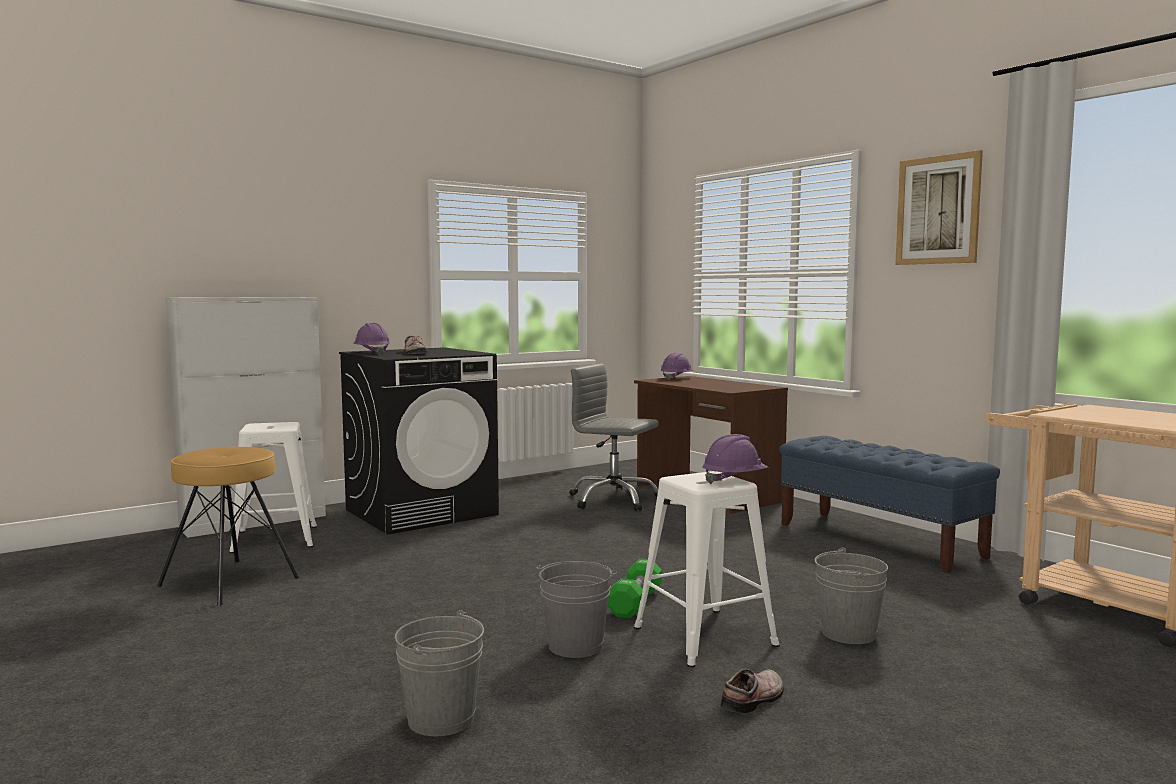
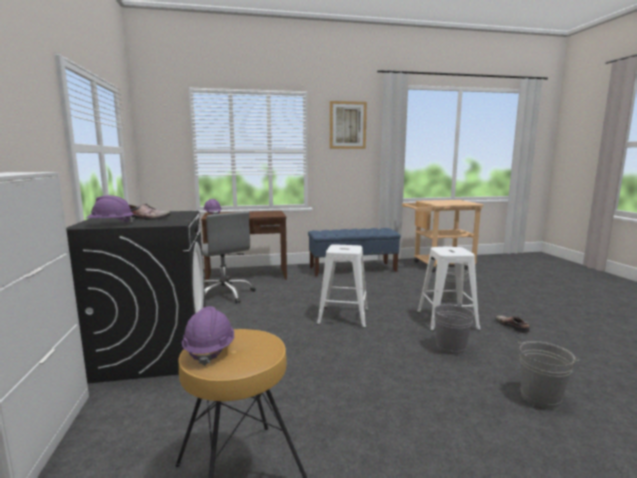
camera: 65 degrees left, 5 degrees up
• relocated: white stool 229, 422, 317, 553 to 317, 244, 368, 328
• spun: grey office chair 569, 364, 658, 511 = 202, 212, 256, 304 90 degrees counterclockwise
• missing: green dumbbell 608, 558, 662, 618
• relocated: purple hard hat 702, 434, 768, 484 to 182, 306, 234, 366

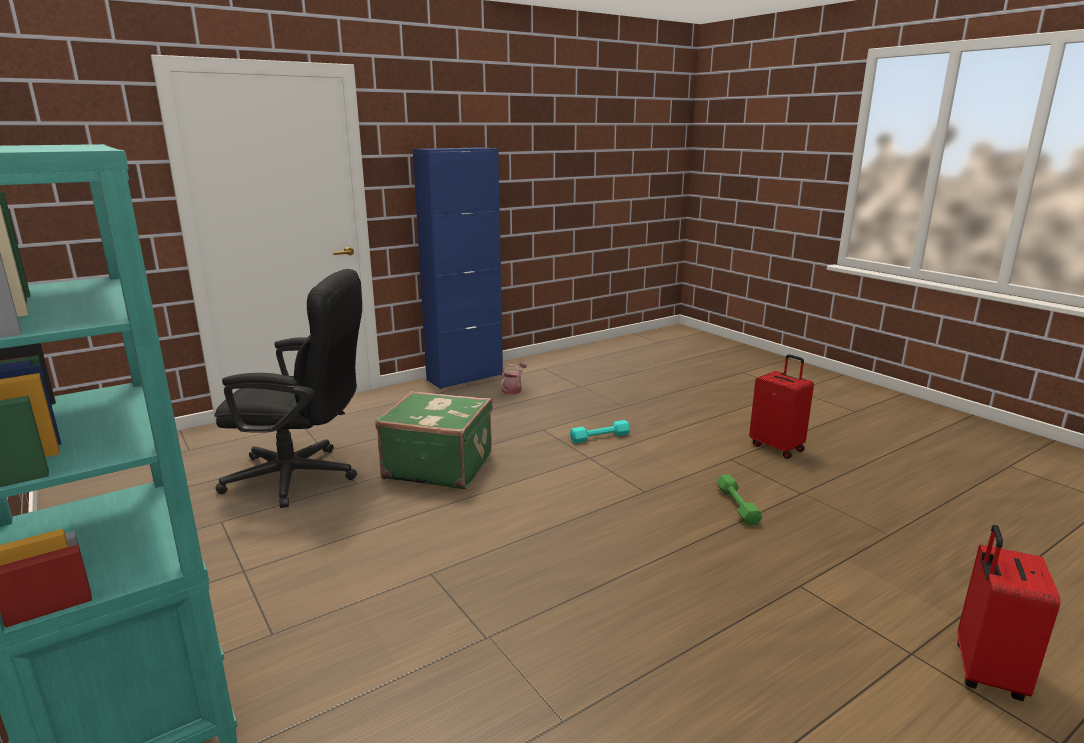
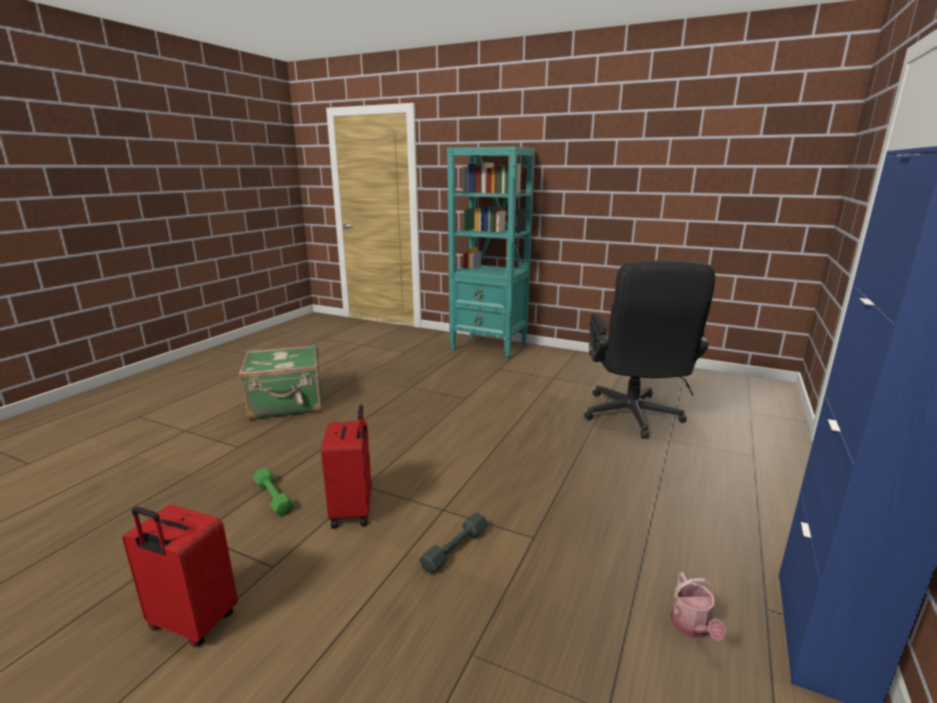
camera: 150 degrees right, 0 degrees up
• spun: black office chair 214, 269, 362, 508 = 584, 260, 715, 439 60 degrees counterclockwise
• relocated: green suitcase 376, 391, 493, 489 to 239, 344, 322, 420
• colour: turquoise dumbbell 570, 420, 630, 443 to grey dumbbell 419, 512, 488, 574
• relocated: red suitcase 957, 525, 1061, 701 to 321, 405, 372, 528

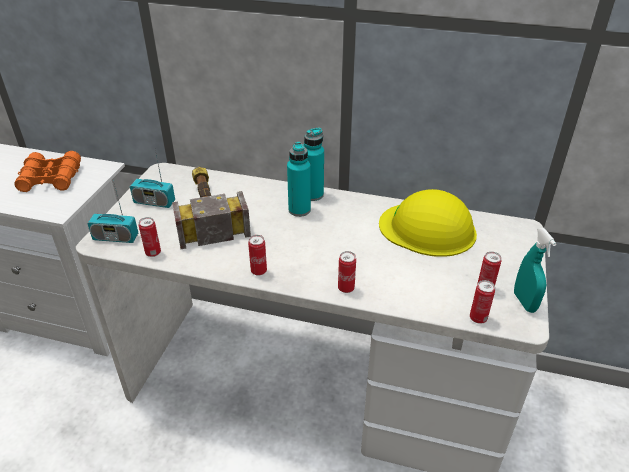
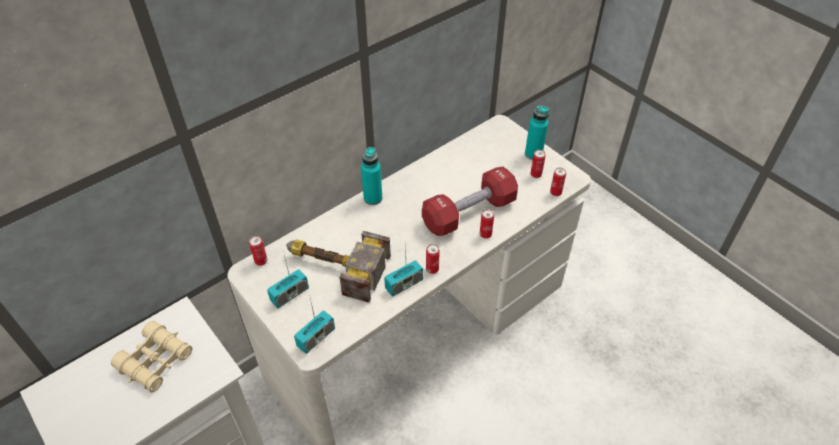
camera: 55 degrees left, 10 degrees up
• colour: orange binoculars 14, 151, 81, 192 to beige binoculars 111, 321, 193, 392
• relocated: can 139, 217, 161, 257 to 249, 236, 267, 266
• relocated: turquoise bottle 287, 142, 311, 217 to 525, 106, 549, 160
• missing: yellow hard hat 379, 189, 477, 257
• missing: turquoise spray bottle 514, 228, 557, 313
• appeared: radio 384, 241, 423, 297
• appeared: red dumbbell 422, 166, 518, 236

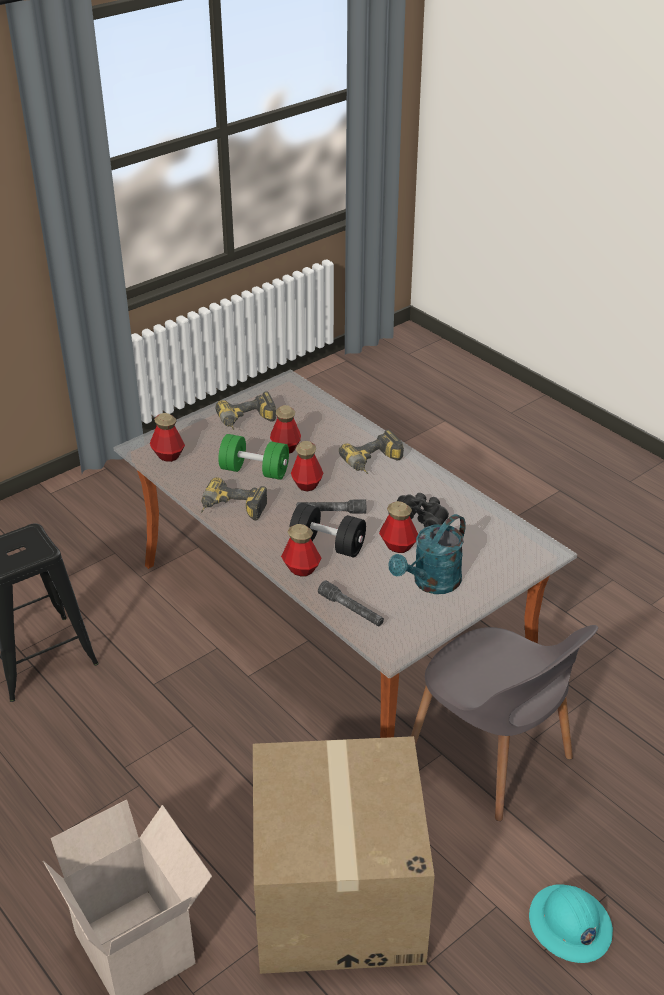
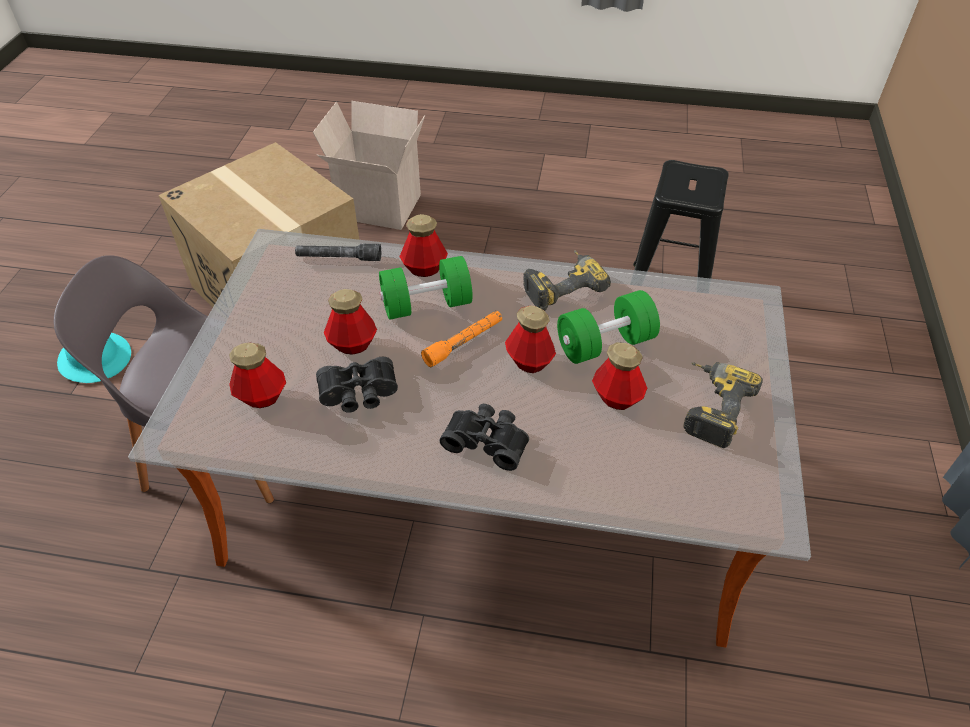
camera: 140 degrees right, 10 degrees up
• relocated: bottle 150, 413, 185, 462 to 229, 343, 286, 408
• colour: black dumbbell 289, 503, 366, 557 to green dumbbell 379, 256, 473, 320
• colour: grey flashlight 296, 499, 366, 514 to orange flashlight 421, 311, 502, 367
• exchanged: power drill 339, 430, 404, 474 to black binoculars 440, 404, 529, 471
• missing: turquoise watering can 389, 514, 466, 594

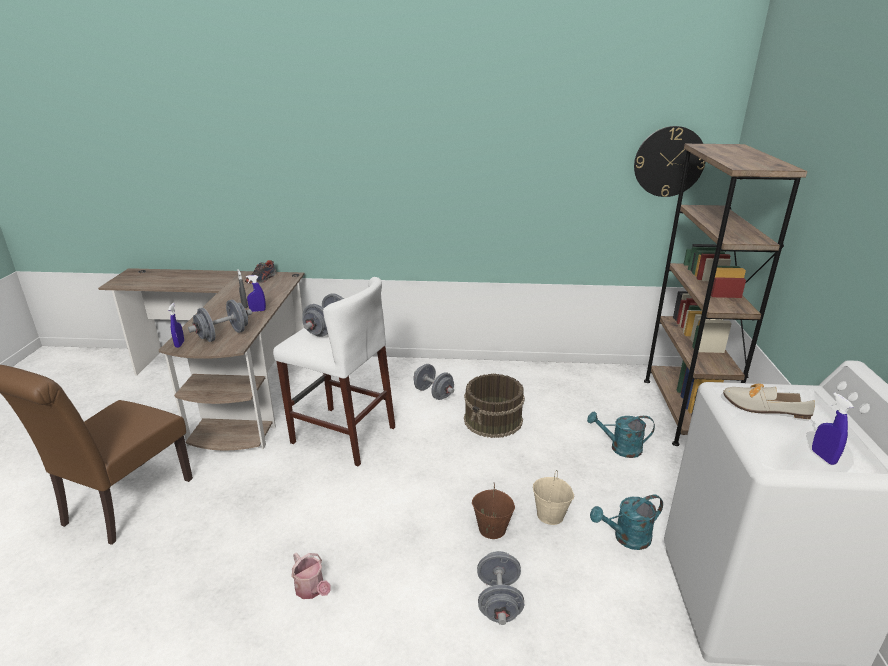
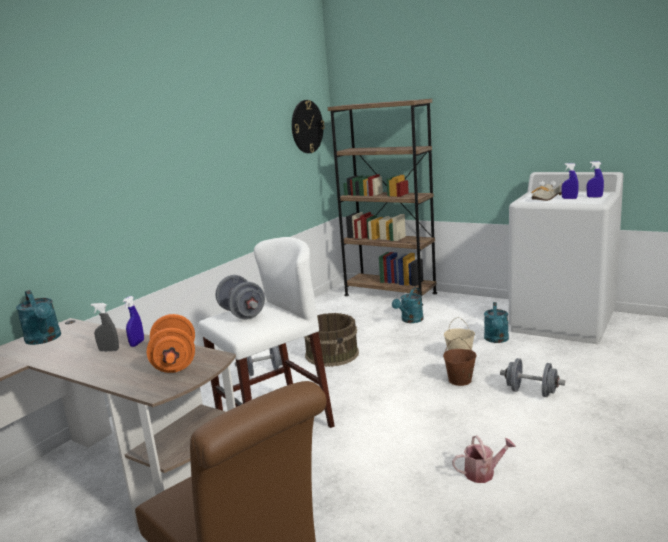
camera: 60 degrees left, 10 degrees down
• relocated: blue spray bottle 168, 303, 184, 348 to 561, 163, 578, 199
• colour: grey dumbbell 188, 300, 252, 342 to orange dumbbell 147, 314, 195, 373
• exchanged: shoe 245, 260, 277, 284 to turquoise watering can 16, 290, 61, 345

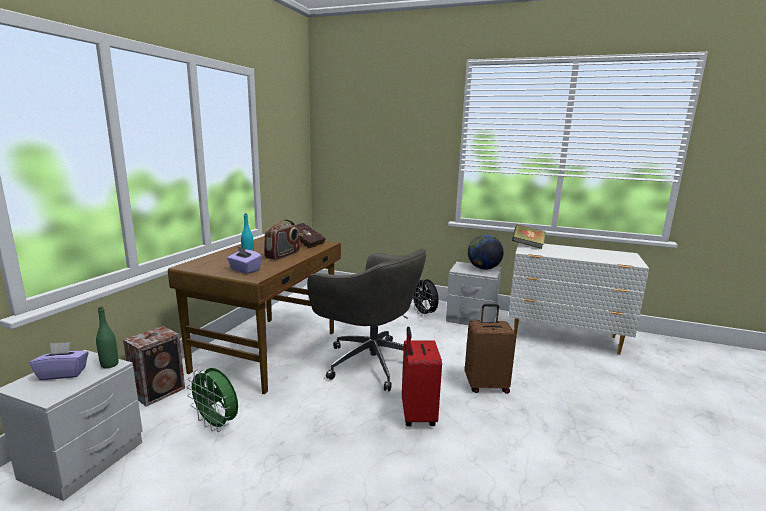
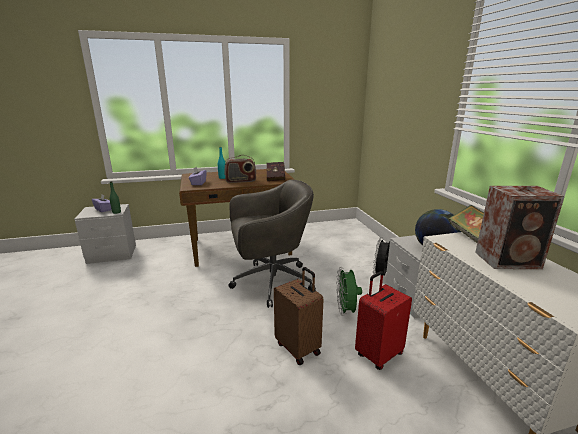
camera: 55 degrees right, 5 degrees up
• relocated: speaker 123, 326, 185, 407 to 475, 186, 565, 269
• relocated: green fan 187, 368, 238, 432 to 336, 267, 362, 316
• spun: grey office chair 307, 248, 426, 391 = 228, 180, 316, 308 105 degrees counterclockwise
• relocated: red suitcase 402, 326, 442, 426 to 355, 271, 412, 370

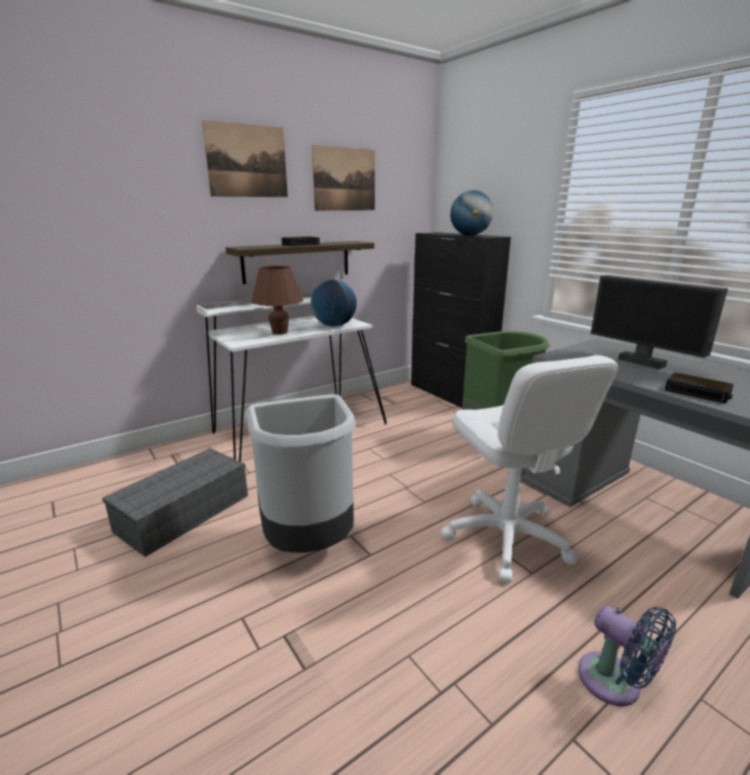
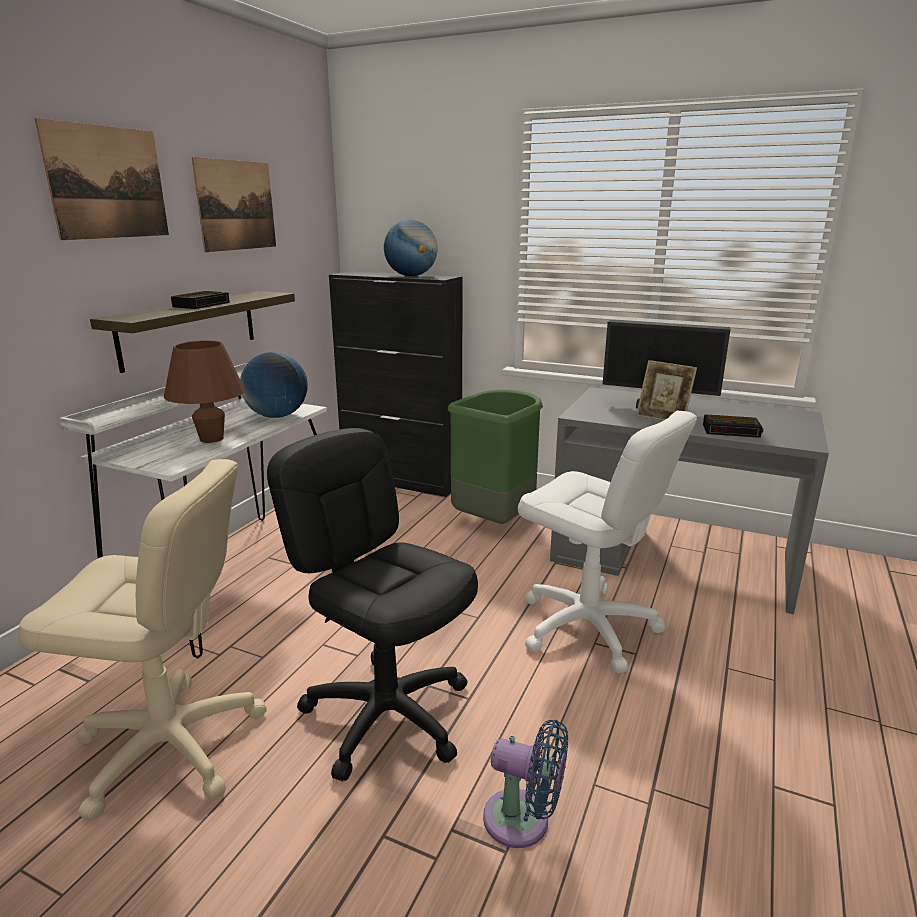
camera: 30 degrees left, 0 degrees up
• exchanged: grey storage box 102, 448, 248, 557 to beige office chair 18, 459, 267, 821
• exchanged: grey trash can 246, 394, 356, 553 to black office chair 267, 428, 478, 781
• relocated: blue fan 578, 606, 676, 706 to 483, 720, 568, 848
• appeared: picture frame 636, 360, 697, 421

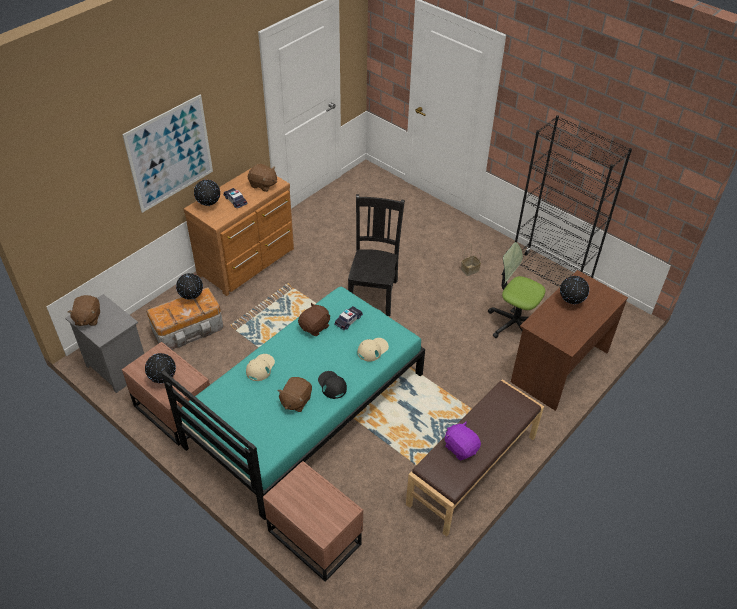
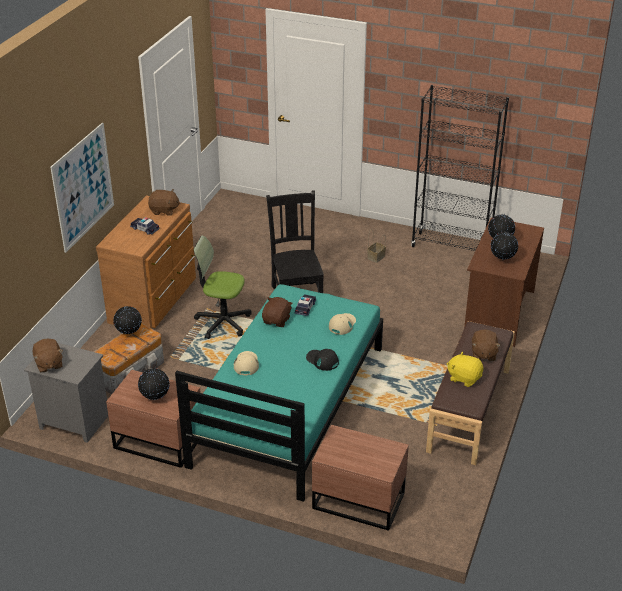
camera: 20 degrees left, 10 degrees down
• relocated: globe 194, 179, 220, 206 to 491, 231, 518, 261
• relocated: brown plush toy 277, 377, 312, 412 to 472, 329, 501, 361
• colour: purple plush toy 445, 421, 481, 460 to yellow plush toy 447, 351, 483, 387
• relocated: office chair 488, 242, 545, 338 to 194, 236, 251, 339

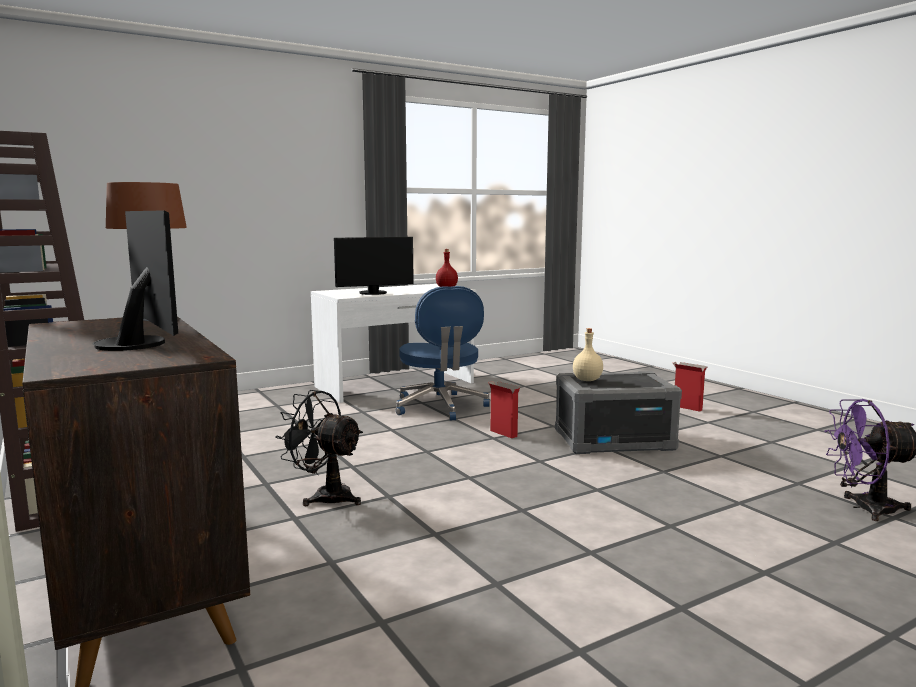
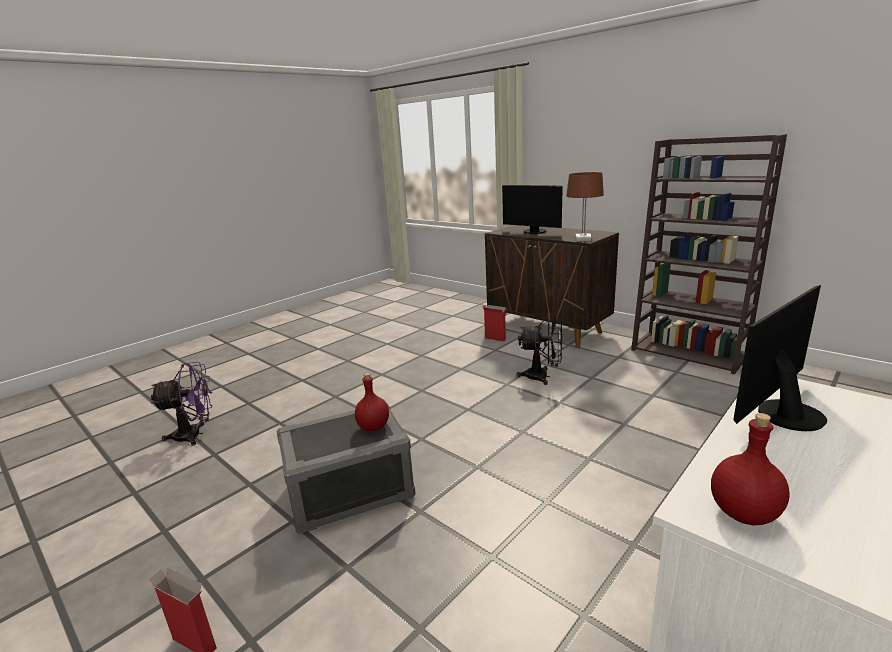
camera: 165 degrees right, 10 degrees up
• missing: blue office chair 396, 286, 490, 420
• relocated: cardboard box 488, 381, 520, 438 to 483, 305, 508, 342
• colour: beige bottle 573, 328, 603, 381 to red bottle 355, 373, 389, 431

